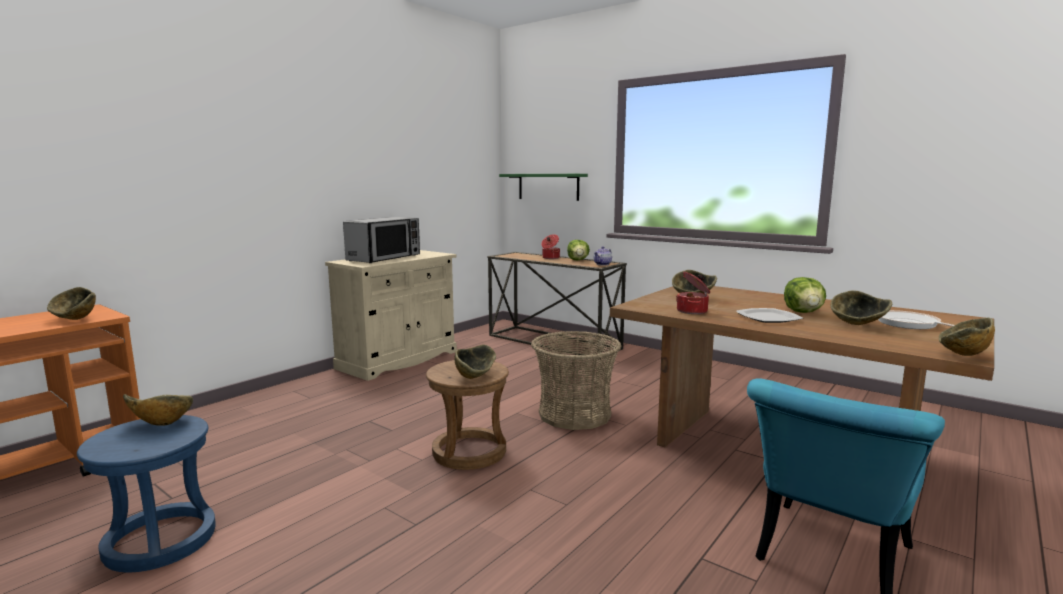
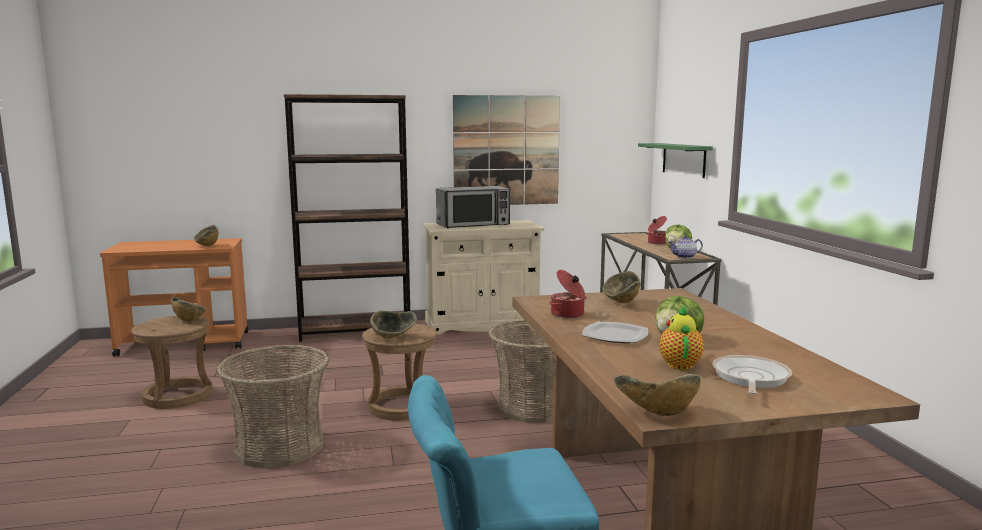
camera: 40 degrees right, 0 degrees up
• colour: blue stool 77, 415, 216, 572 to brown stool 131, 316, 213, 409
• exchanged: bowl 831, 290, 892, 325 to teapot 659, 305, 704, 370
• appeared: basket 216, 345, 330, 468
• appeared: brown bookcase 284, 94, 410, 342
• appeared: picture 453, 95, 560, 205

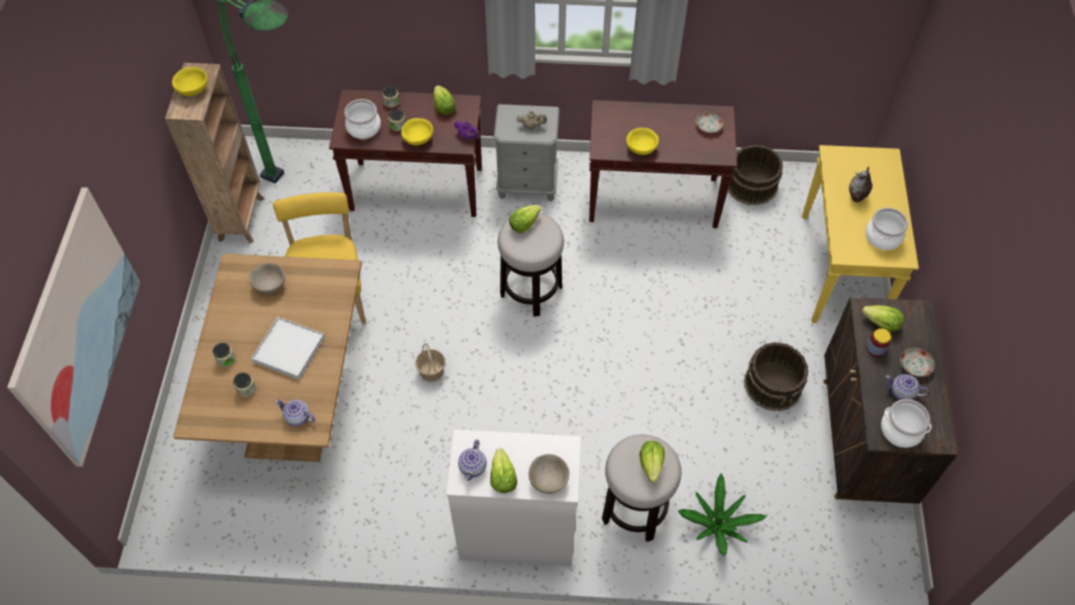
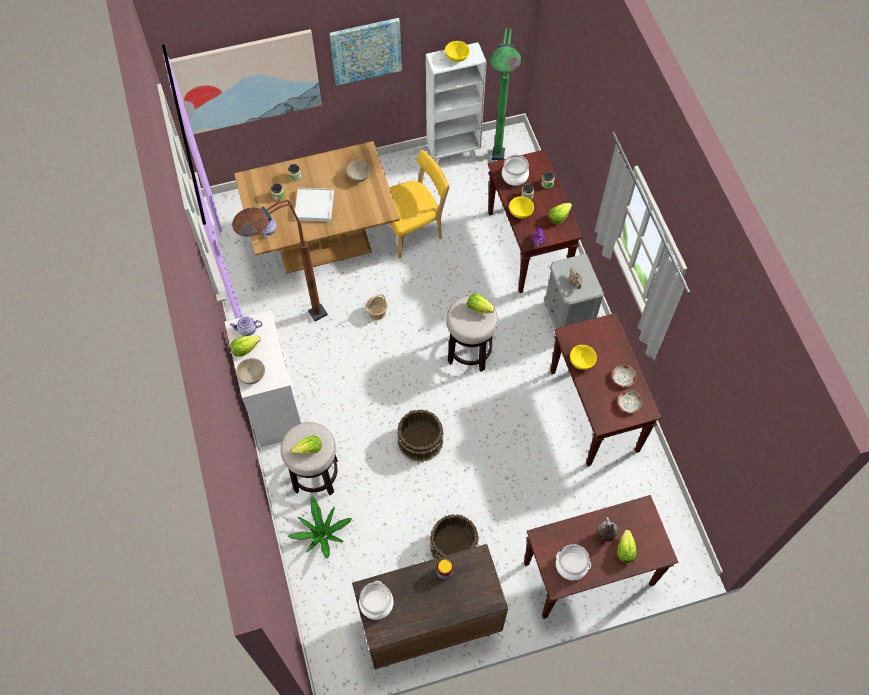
camera: 70 degrees right, 5 degrees up
• colour: brown bookcase 165, 63, 264, 243 to white bookcase 426, 42, 487, 165
• relocated: brown bucket 728, 144, 783, 205 to 397, 409, 444, 462
• colour: yellow console table 802, 145, 919, 323 to brown console table 524, 495, 678, 619
• relocated: lettuce 862, 305, 904, 332 to 617, 530, 637, 563
• missing: teapot 886, 374, 929, 400
• relocated: plate 900, 348, 935, 377 to 612, 365, 636, 387
• appeared: brown floor lamp 232, 200, 328, 322
• appeared: picture 329, 18, 402, 86

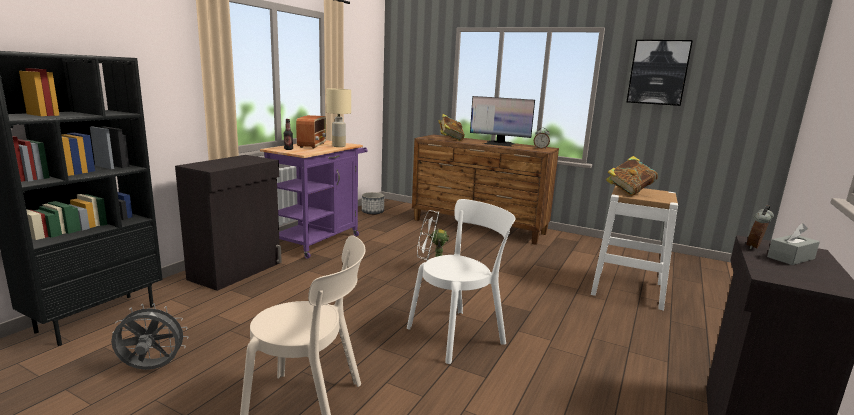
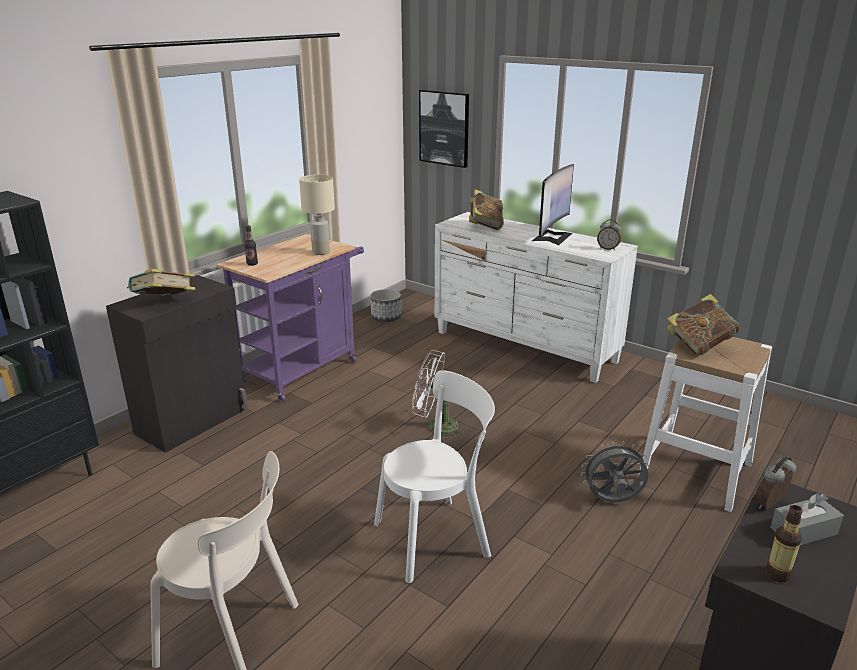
camera: 10 degrees right, 10 degrees up
• relocated: grey fan 111, 304, 188, 370 to 581, 441, 649, 502
• missing: radio 296, 115, 326, 148
• colour: brown dresser 412, 135, 559, 245 to white dresser 435, 212, 638, 383
• spun: monitor 470, 96, 535, 147 = 532, 164, 574, 245 90 degrees counterclockwise
• relocated: picture 627, 40, 693, 106 to 419, 90, 469, 168
• appeared: book 127, 269, 195, 296
• appeared: bottle 765, 505, 803, 582

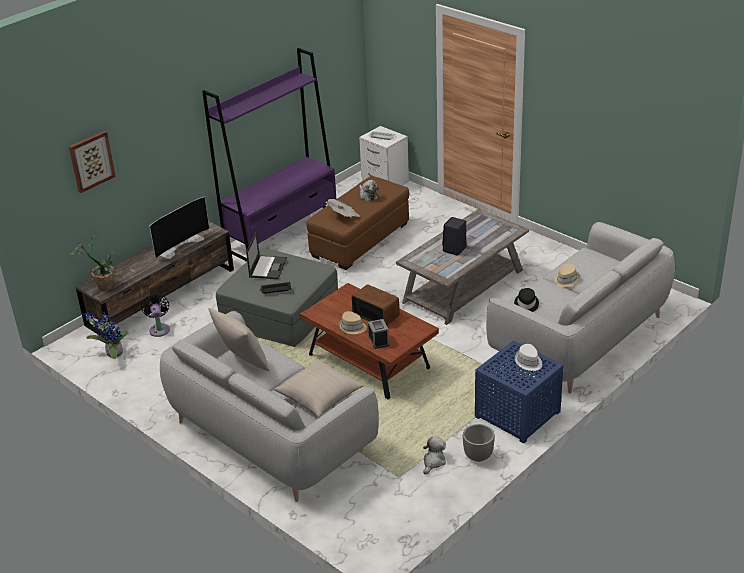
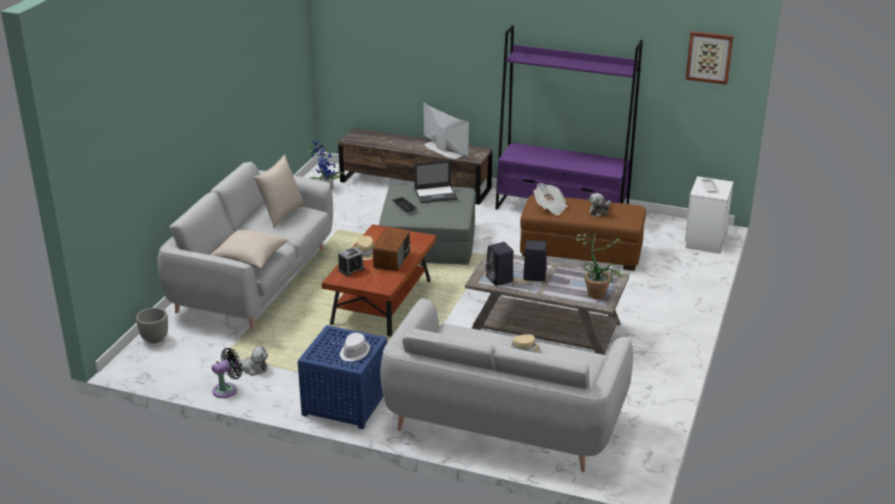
camera: 65 degrees right, 5 degrees down
• relocated: picture 69, 131, 116, 193 to 685, 31, 733, 85
• relocated: potted plant 69, 235, 120, 291 to 575, 233, 624, 299
• relocated: black fan 141, 294, 170, 337 to 212, 348, 242, 398
• spun: television 149, 196, 209, 259 = 423, 102, 469, 159 150 degrees counterclockwise
• relocated: planter 463, 424, 495, 462 to 136, 307, 168, 343
• missing: black hat 514, 288, 539, 312
• appeared: black speaker 486, 242, 514, 286

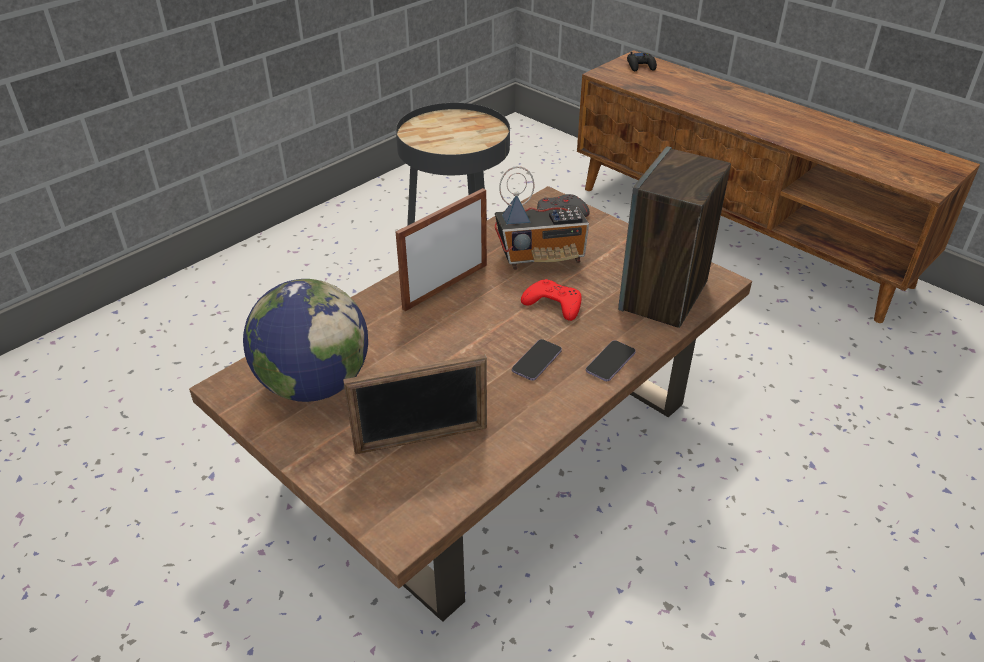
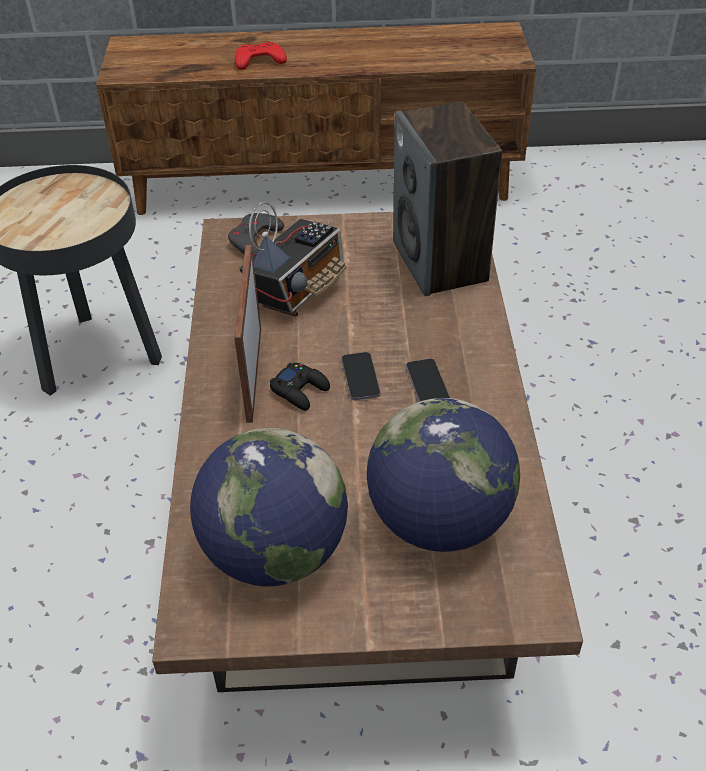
camera: 45 degrees left, 5 degrees up
• exchanged: picture frame 343, 354, 487, 454 to globe 367, 398, 520, 552
• relocated: red game controller 521, 279, 582, 321 to 235, 42, 287, 70
• relocated: phone 586, 340, 636, 381 to 342, 352, 381, 400
• relocated: black game controller 627, 52, 657, 71 to 270, 363, 330, 410

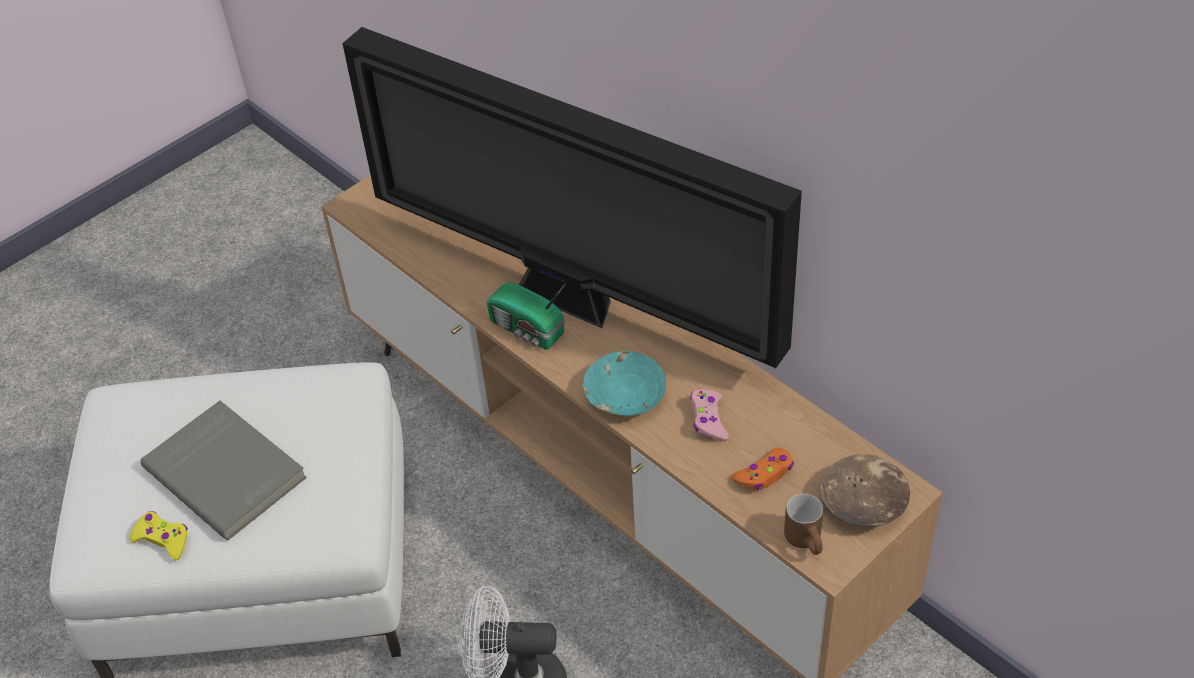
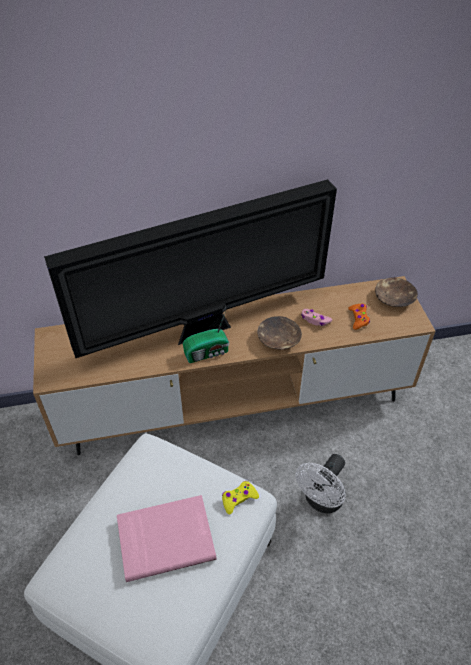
camera: 60 degrees left, 0 degrees up
• relocated: yellow game controller 129, 511, 188, 560 to 222, 481, 259, 515
• colour: grey book 141, 401, 307, 540 to pink book 117, 495, 217, 582
• colour: turquoise bowl 583, 351, 666, 416 to brown bowl 258, 316, 302, 350
• missing: brown mug 784, 494, 823, 555

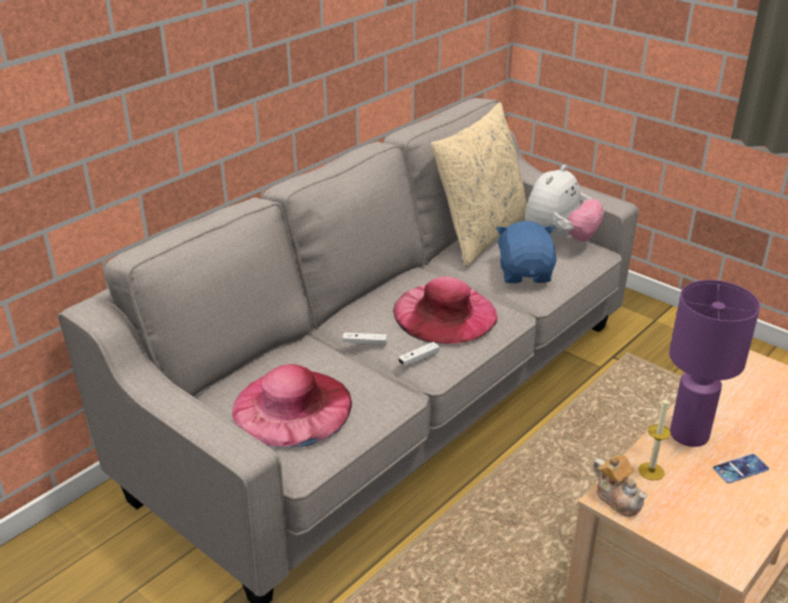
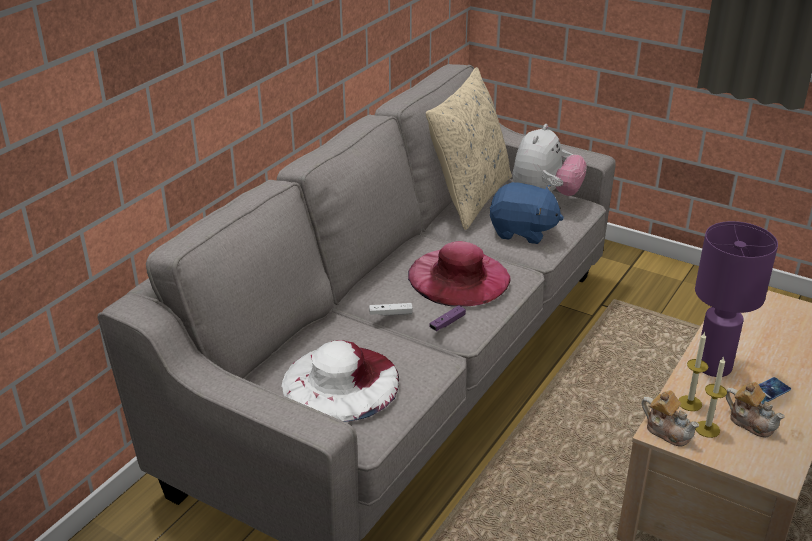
camera: 10 degrees left, 0 degrees up
• colour: pink hat 232, 364, 352, 448 to white hat 281, 340, 399, 422
• colour: white game controller 398, 342, 439, 366 to purple game controller 429, 305, 466, 331
• spun: blue plush toy 496, 221, 557, 283 = 490, 182, 564, 244 120 degrees clockwise
• appeared: candle 695, 356, 727, 438
• appeared: teapot 726, 382, 785, 437

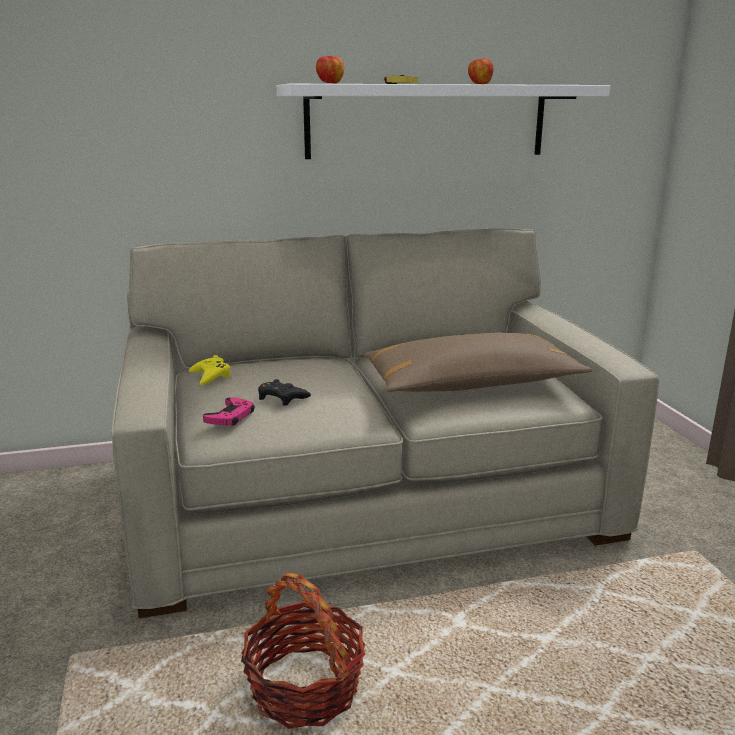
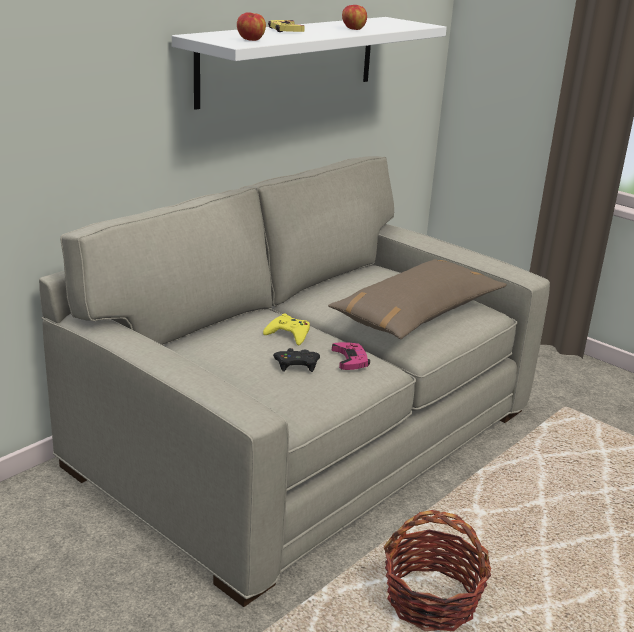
camera: 35 degrees left, 5 degrees up
• relocated: yellow game controller 189, 355, 231, 385 to 263, 314, 310, 345
• relocated: pink game controller 203, 397, 255, 426 to 332, 342, 370, 370

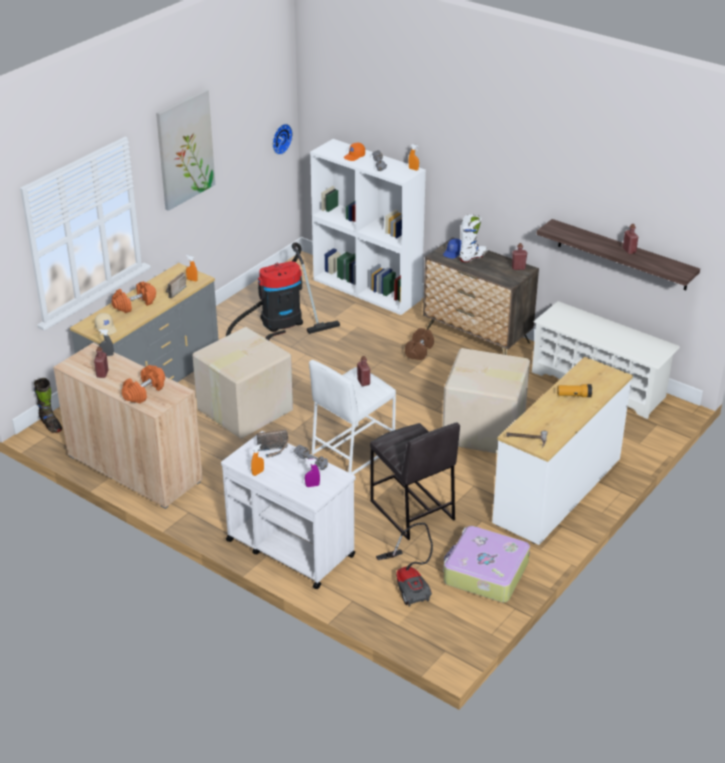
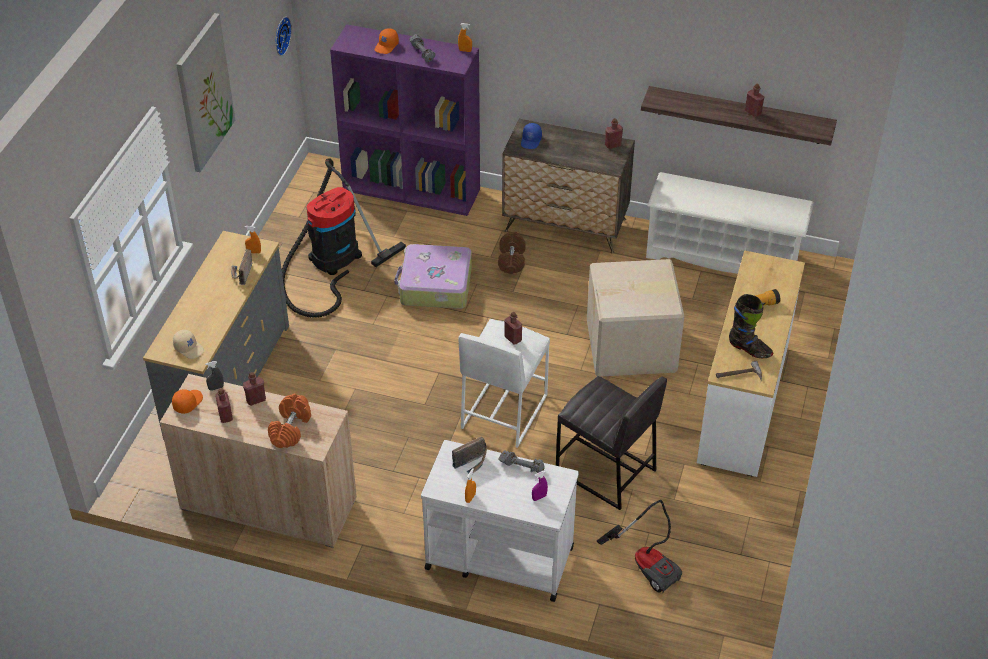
camera: 20 degrees left, 10 degrees up
• relocated: black boot 34, 378, 62, 433 to 729, 294, 773, 358
• missing: orange dumbbell 111, 281, 156, 313
• missing: cardboard box 192, 327, 293, 439
• colour: white bookcase 310, 139, 426, 315 to purple bookcase 330, 24, 480, 216
• relocated: suitcase 443, 526, 530, 603 to 394, 244, 472, 309
• missing: white boot 460, 214, 488, 262
• appeared: orange cap 172, 389, 203, 414
• appeared: red bottle 243, 372, 266, 406

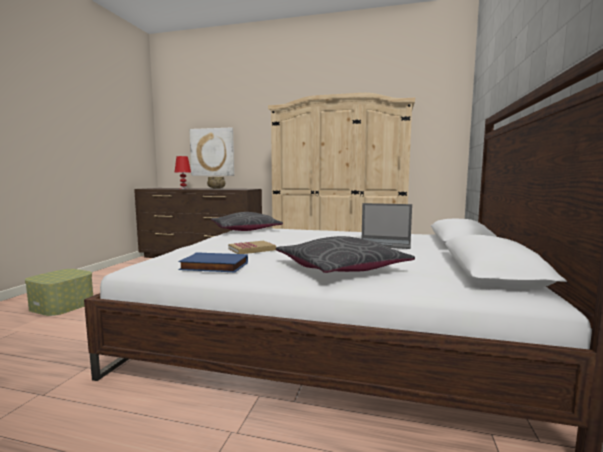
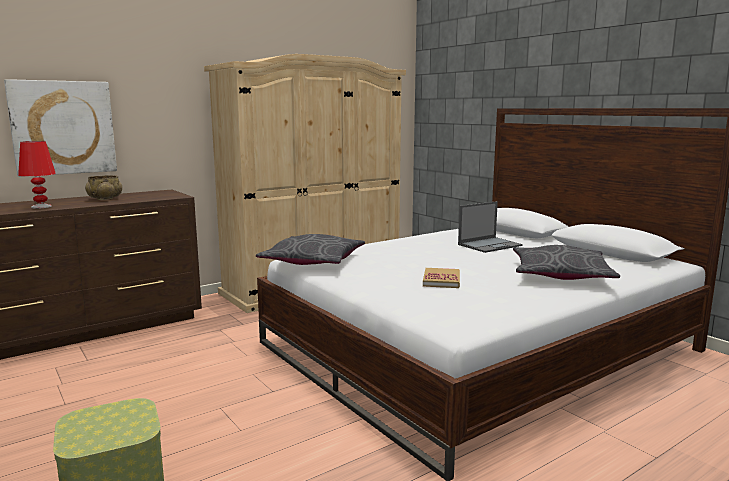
camera: 50 degrees left, 5 degrees up
• missing: blue book 178, 252, 248, 272

